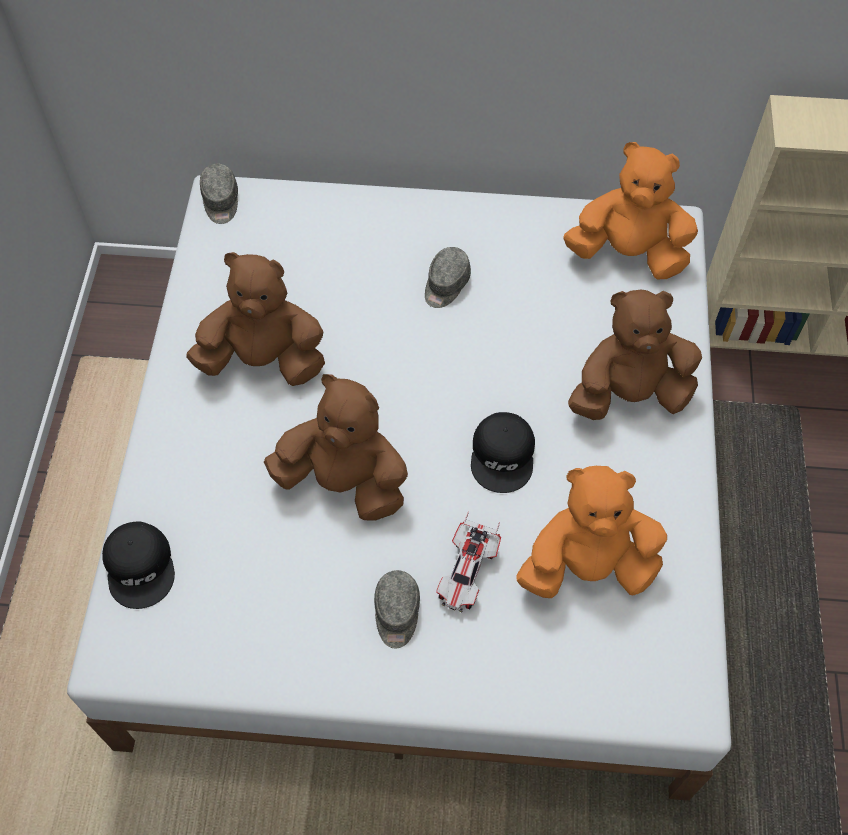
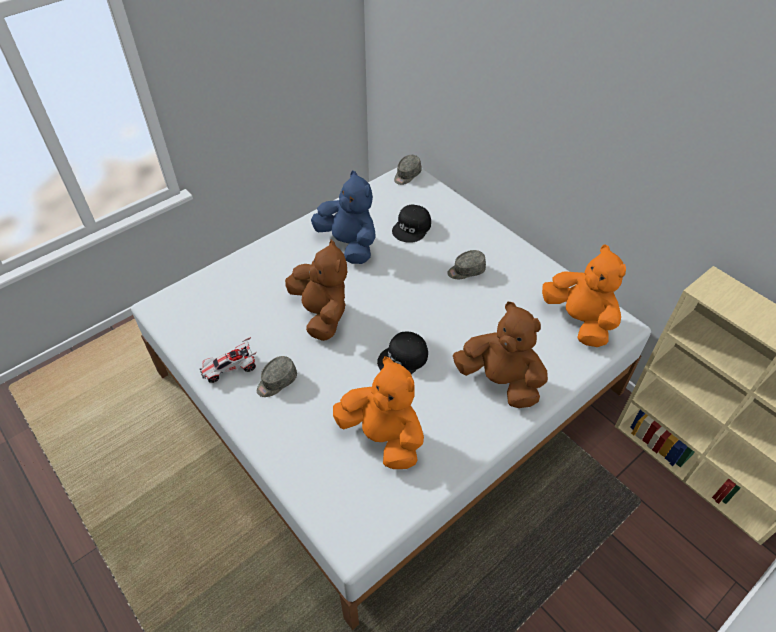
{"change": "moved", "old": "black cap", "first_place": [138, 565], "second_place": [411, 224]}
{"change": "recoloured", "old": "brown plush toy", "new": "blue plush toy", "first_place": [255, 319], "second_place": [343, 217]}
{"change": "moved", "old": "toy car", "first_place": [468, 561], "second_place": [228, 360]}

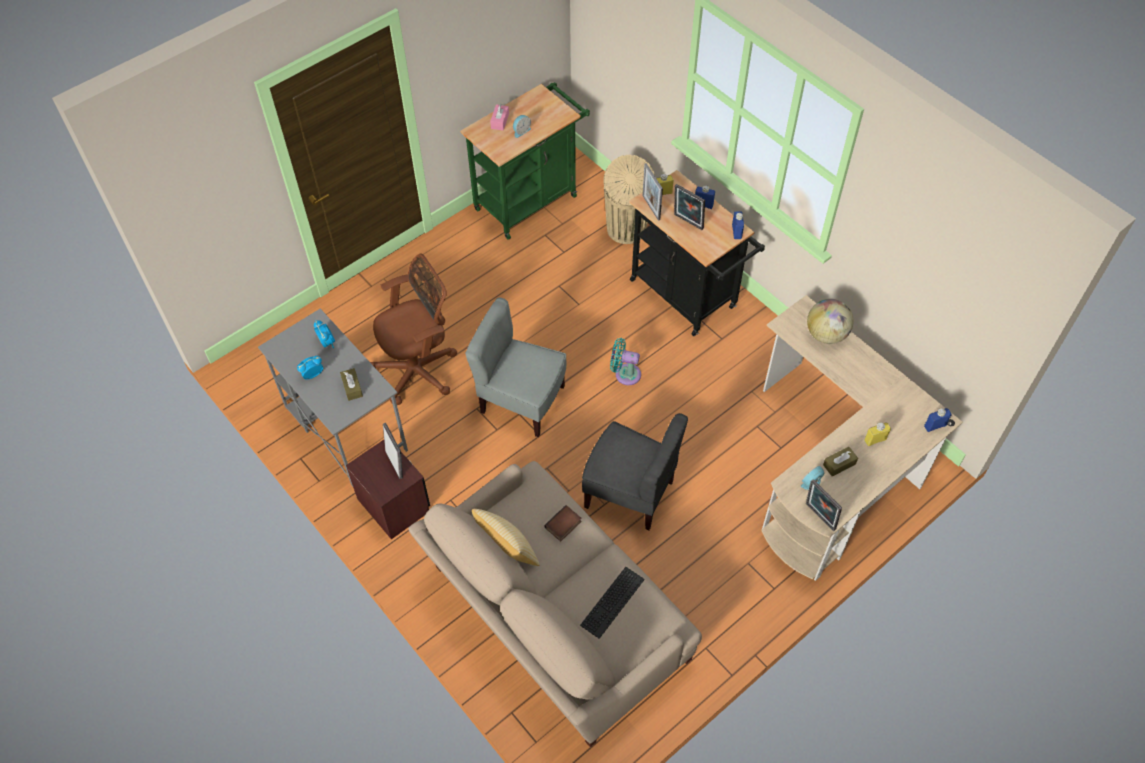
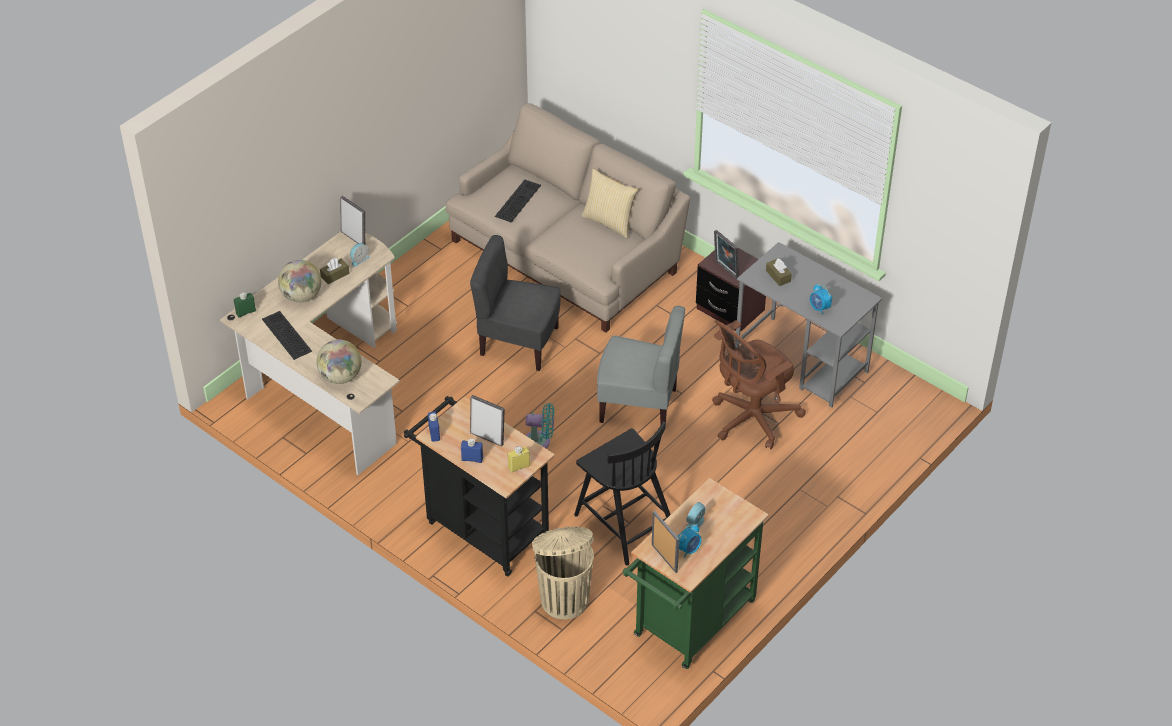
{"change": "moved", "old": "alarm clock", "first_place": [310, 367], "second_place": [689, 541]}
{"change": "removed", "old": "pink tissue box", "first_place": [499, 117]}
{"change": "removed", "old": "book", "first_place": [563, 523]}
{"change": "moved", "old": "picture frame", "first_place": [652, 192], "second_place": [665, 542]}
{"change": "replaced", "old": "yellow bottle", "new": "globe", "first_place": [877, 434], "second_place": [299, 281]}
{"change": "recoloured", "old": "blue bottle", "new": "green bottle", "first_place": [938, 420], "second_place": [245, 305]}
{"change": "added", "new": "keyboard", "second_place": [287, 335]}
{"change": "added", "new": "black chair", "second_place": [622, 494]}

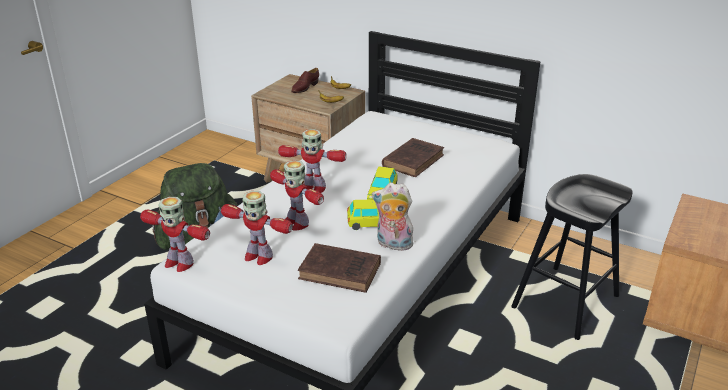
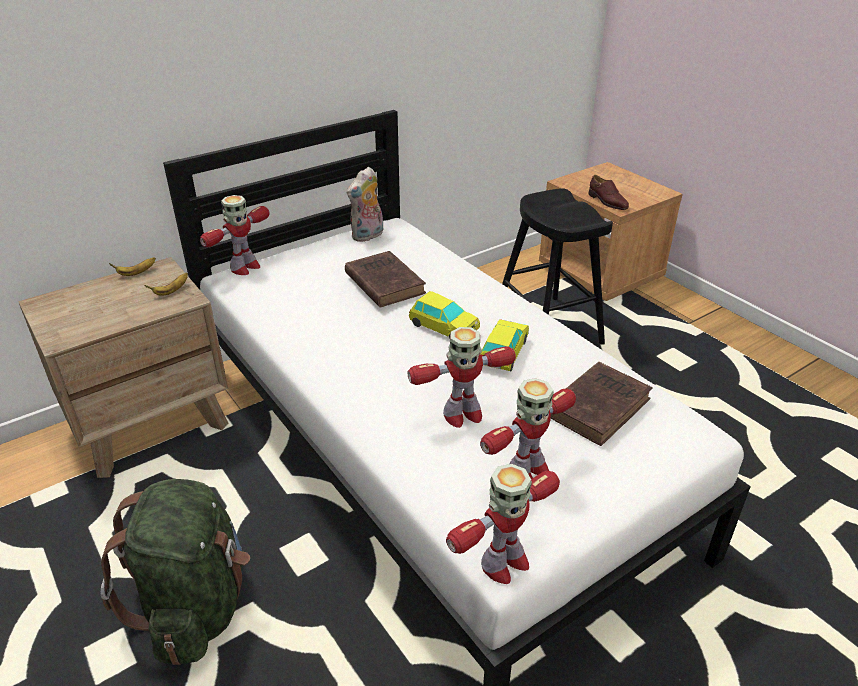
{"change": "moved", "old": "toy robot", "first_place": [312, 161], "second_place": [234, 235]}
{"change": "moved", "old": "brown shoe", "first_place": [305, 80], "second_place": [609, 192]}
{"change": "moved", "old": "plush toy", "first_place": [392, 217], "second_place": [365, 204]}

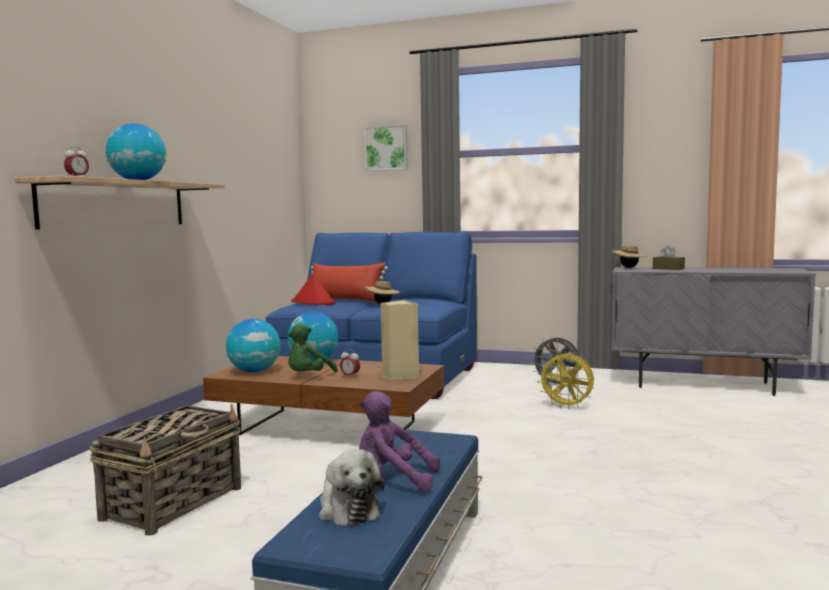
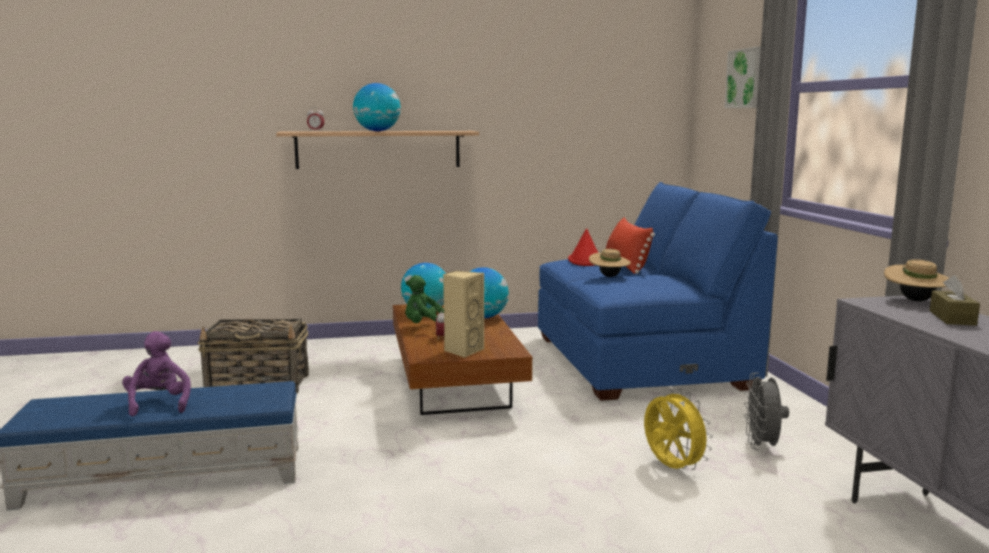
{"change": "removed", "old": "plush toy", "first_place": [352, 487]}
{"change": "turned", "old": "yellow fan", "first_place": [565, 380], "second_place": [678, 429], "degrees": 150}

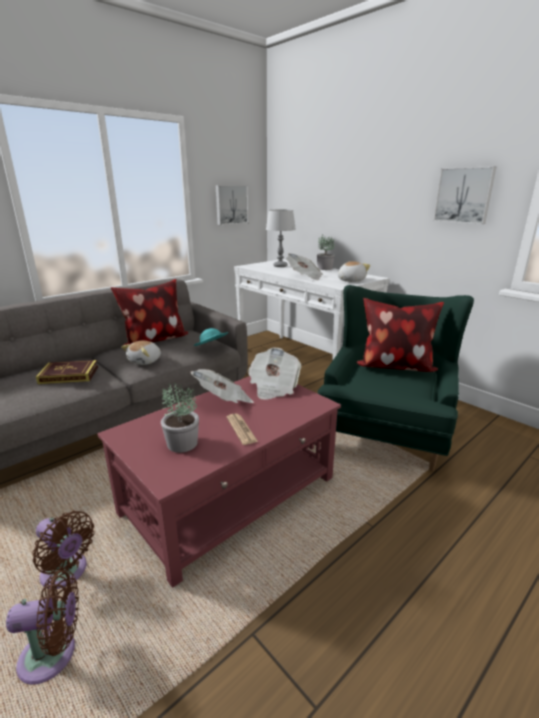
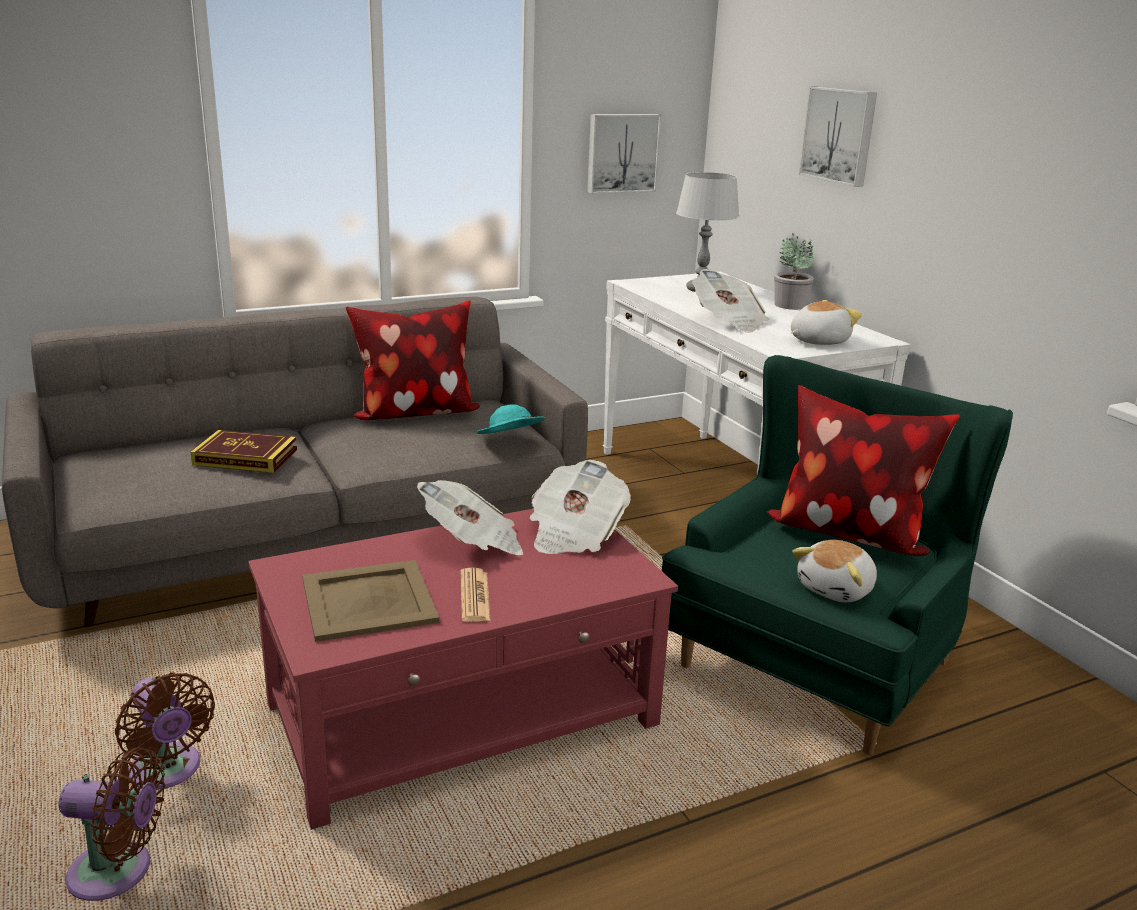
{"change": "moved", "old": "plush toy", "first_place": [141, 353], "second_place": [834, 571]}
{"change": "replaced", "old": "potted plant", "new": "beige tray", "first_place": [180, 418], "second_place": [370, 601]}
{"change": "moved", "old": "picture", "first_place": [464, 195], "second_place": [838, 137]}

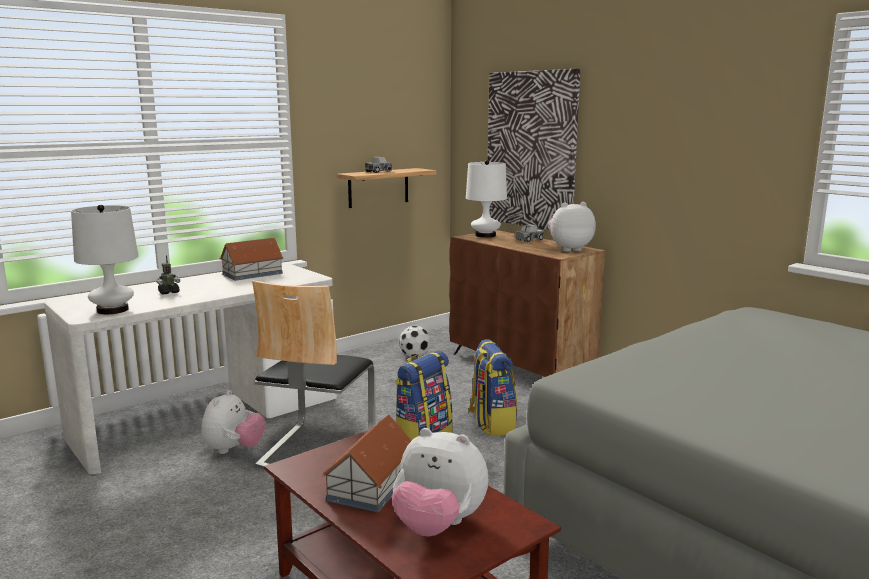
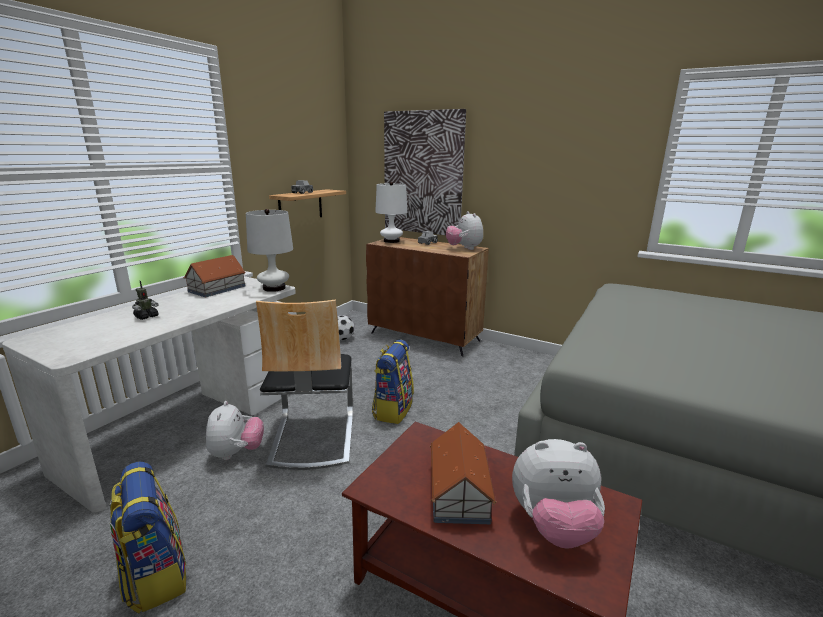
{"change": "moved", "old": "white table lamp", "first_place": [104, 259], "second_place": [269, 250]}
{"change": "moved", "old": "backpack", "first_place": [493, 387], "second_place": [148, 537]}
{"change": "turned", "old": "plush toy", "first_place": [572, 227], "second_place": [464, 230], "degrees": -75}

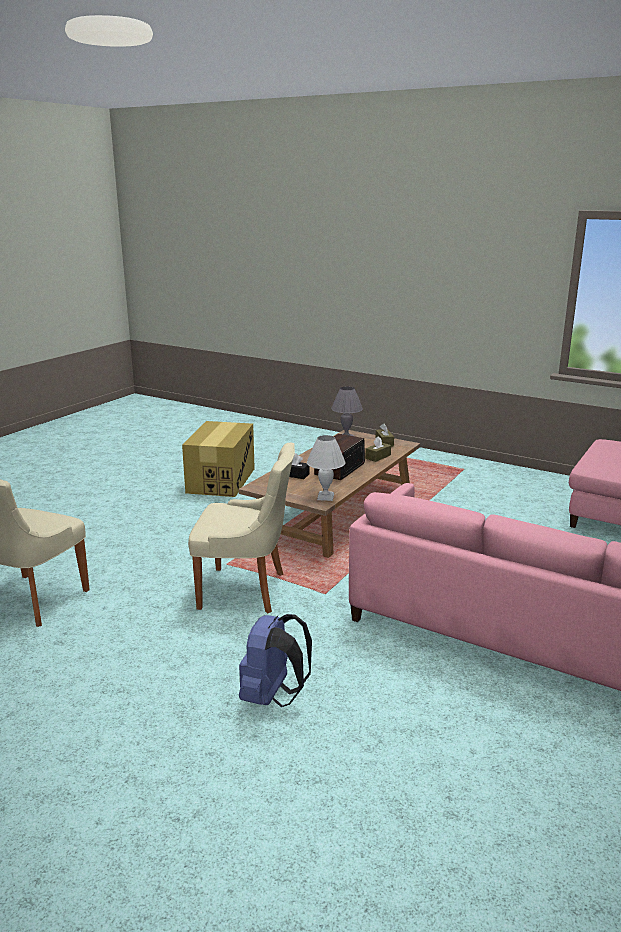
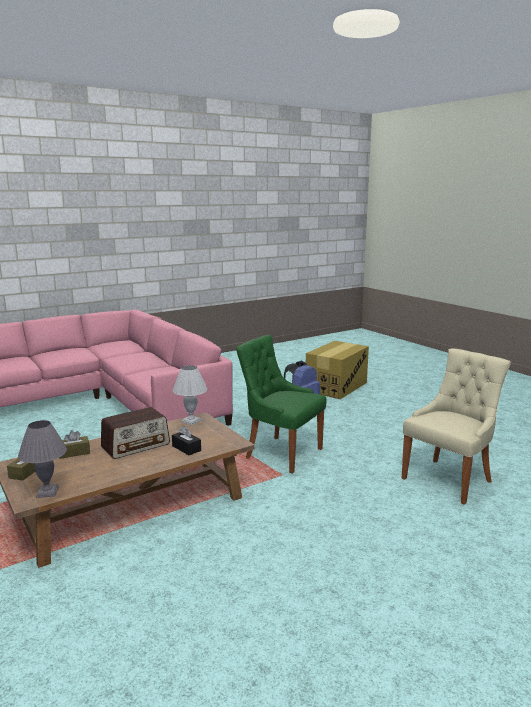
{"change": "moved", "old": "cardboard box", "first_place": [218, 459], "second_place": [337, 370]}
{"change": "recoloured", "old": "beige chair", "new": "green chair", "first_place": [241, 528], "second_place": [281, 404]}

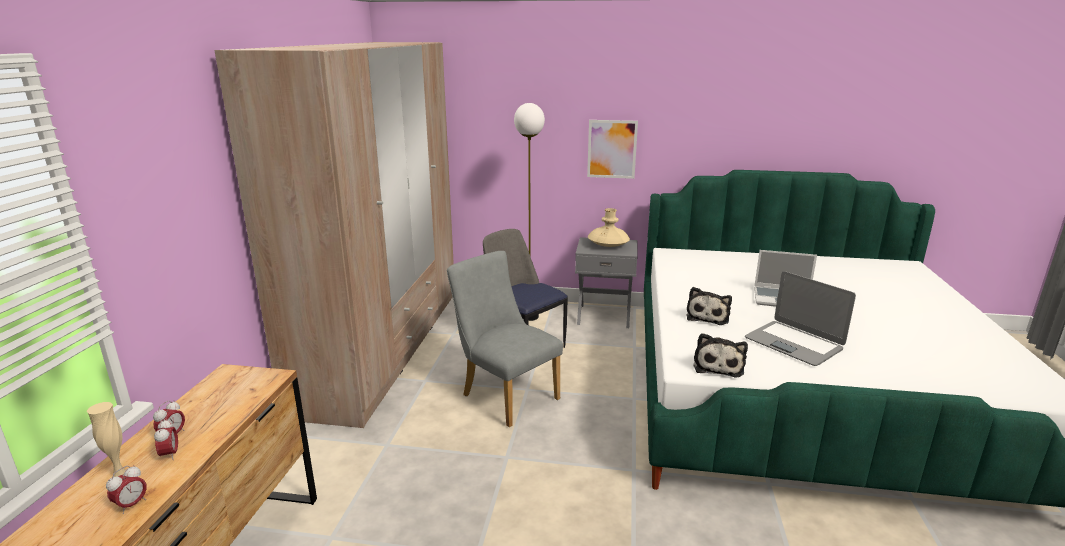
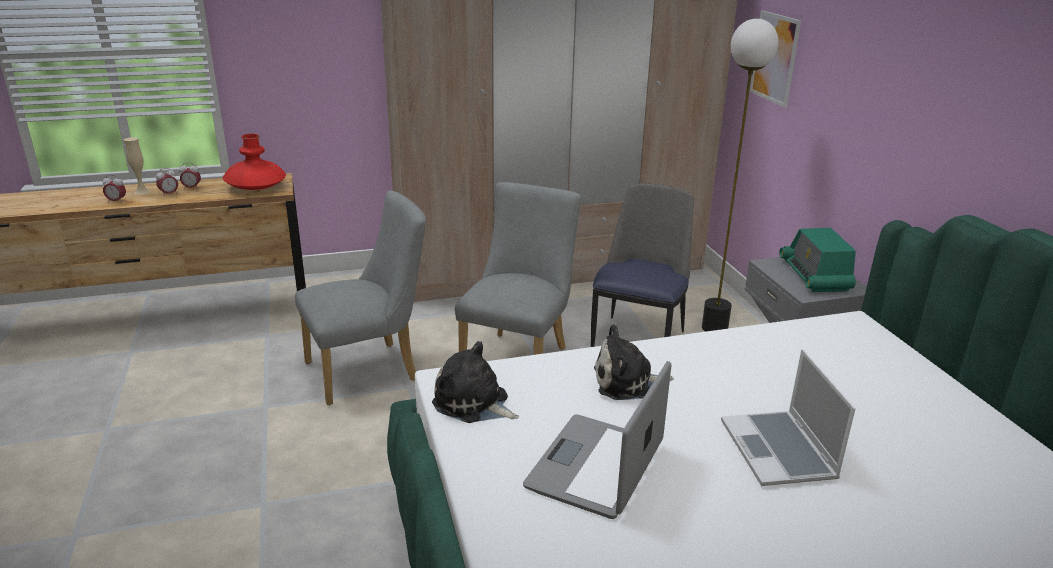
{"change": "moved", "old": "picture", "first_place": [612, 149], "second_place": [775, 59]}
{"change": "replaced", "old": "beige vase", "new": "radio", "first_place": [609, 227], "second_place": [817, 260]}
{"change": "turned", "old": "plush toy", "first_place": [720, 355], "second_place": [475, 382], "degrees": 45}
{"change": "added", "new": "red vase", "second_place": [254, 162]}
{"change": "added", "new": "grey chair", "second_place": [360, 297]}

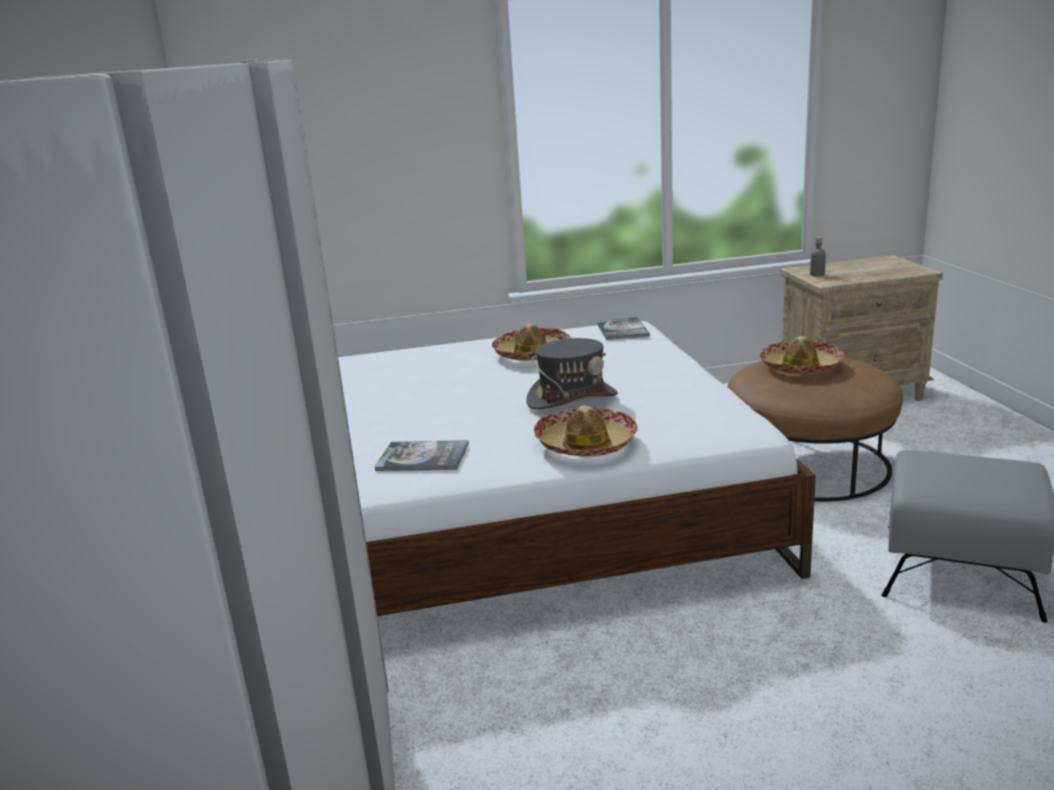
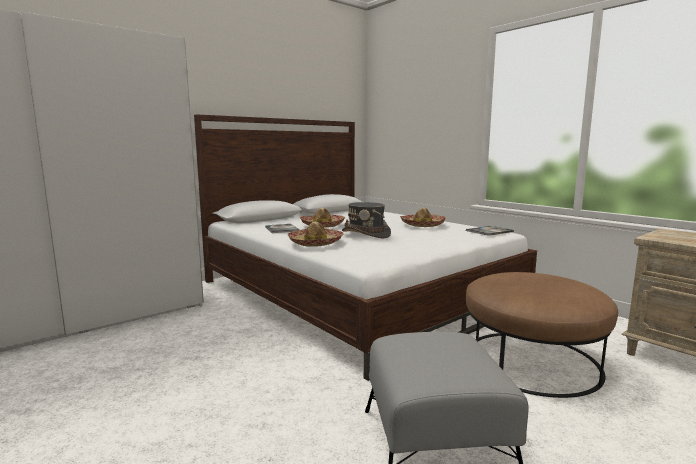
{"change": "moved", "old": "hat", "first_place": [802, 355], "second_place": [322, 218]}
{"change": "removed", "old": "grey bottle", "first_place": [818, 256]}

